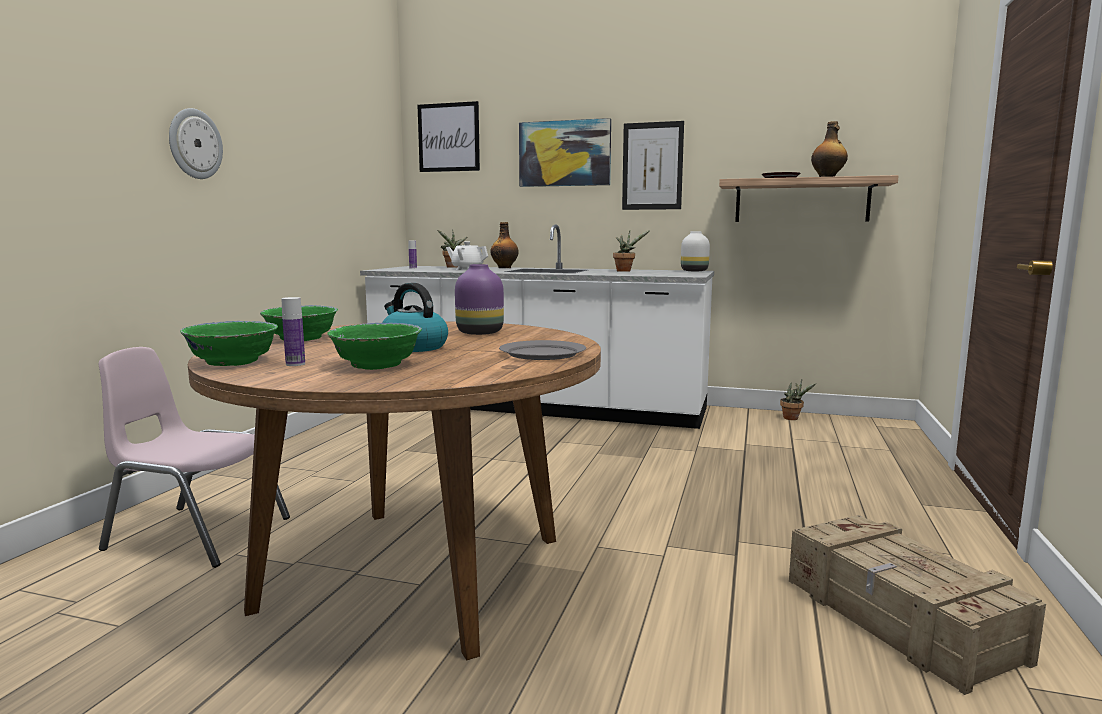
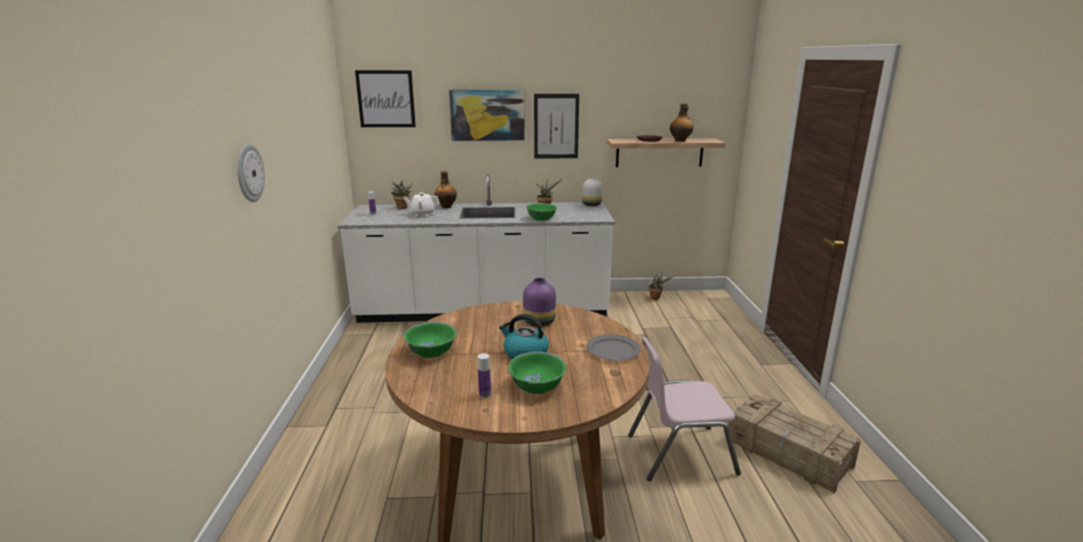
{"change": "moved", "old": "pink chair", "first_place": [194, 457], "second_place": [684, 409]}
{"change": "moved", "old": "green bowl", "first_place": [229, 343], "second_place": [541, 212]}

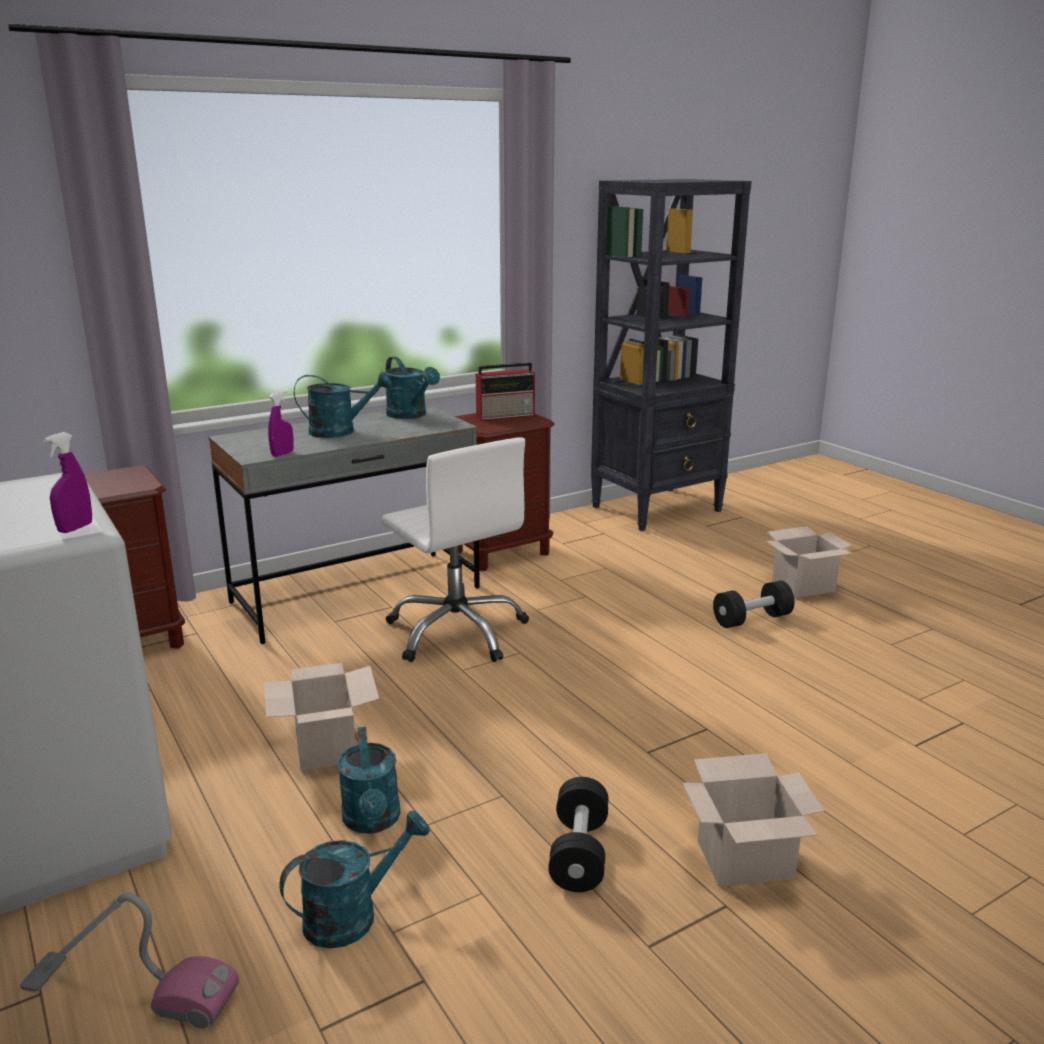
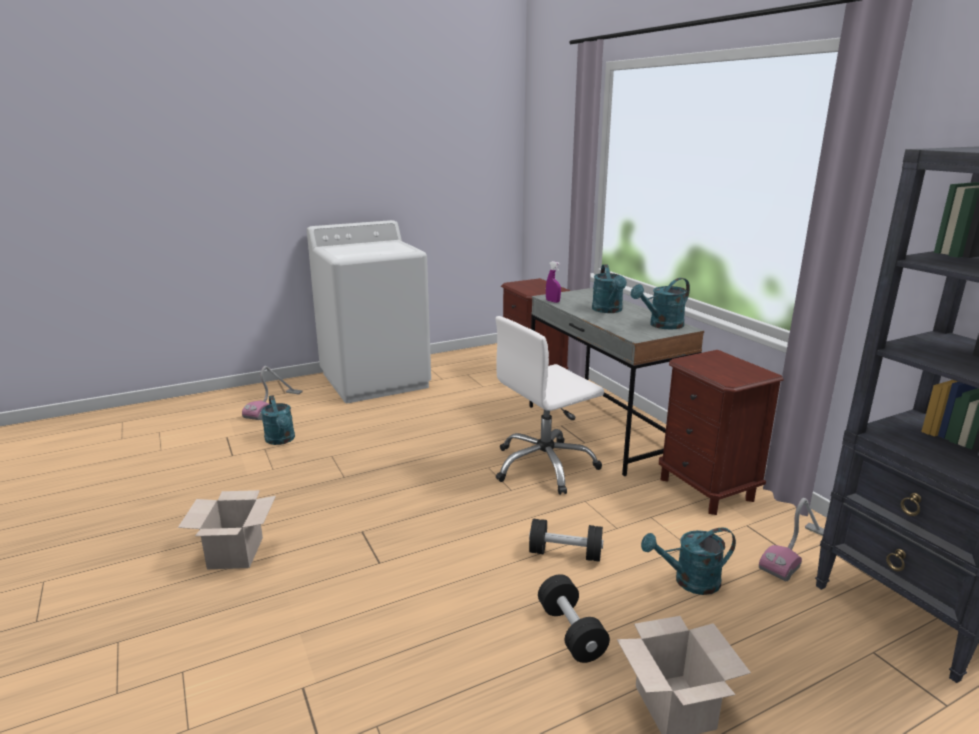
{"change": "removed", "old": "purple spray bottle", "first_place": [67, 482]}
{"change": "removed", "old": "cardboard box", "first_place": [321, 717]}
{"change": "moved", "old": "turquoise watering can", "first_place": [369, 780], "second_place": [688, 561]}
{"change": "removed", "old": "radio", "first_place": [505, 391]}
{"change": "moved", "old": "black dumbbell", "first_place": [578, 834], "second_place": [566, 540]}
{"change": "added", "new": "vacuum cleaner", "second_place": [791, 539]}

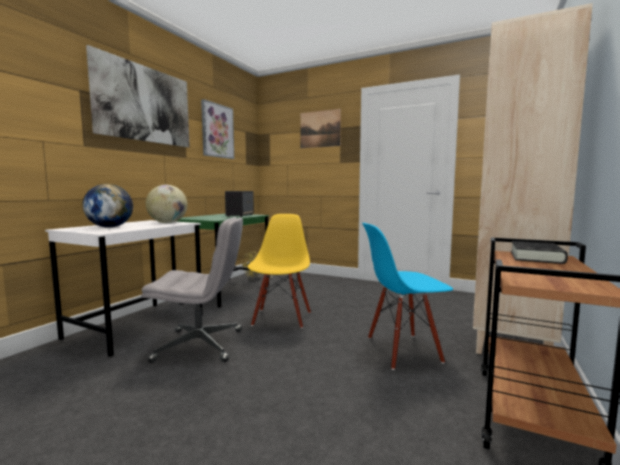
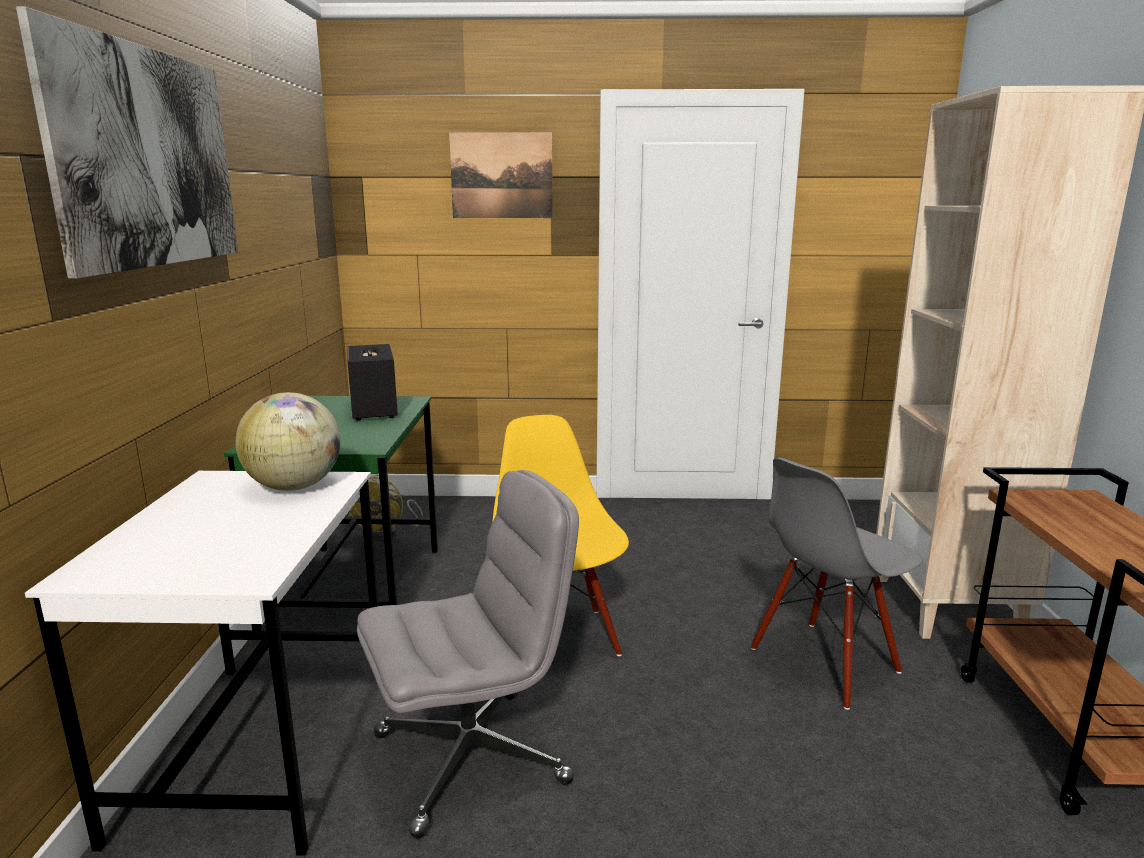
{"change": "removed", "old": "globe", "first_place": [107, 206]}
{"change": "removed", "old": "picture", "first_place": [217, 129]}
{"change": "recoloured", "old": "blue chair", "new": "grey chair", "first_place": [407, 296], "second_place": [837, 584]}
{"change": "removed", "old": "black book", "first_place": [539, 252]}

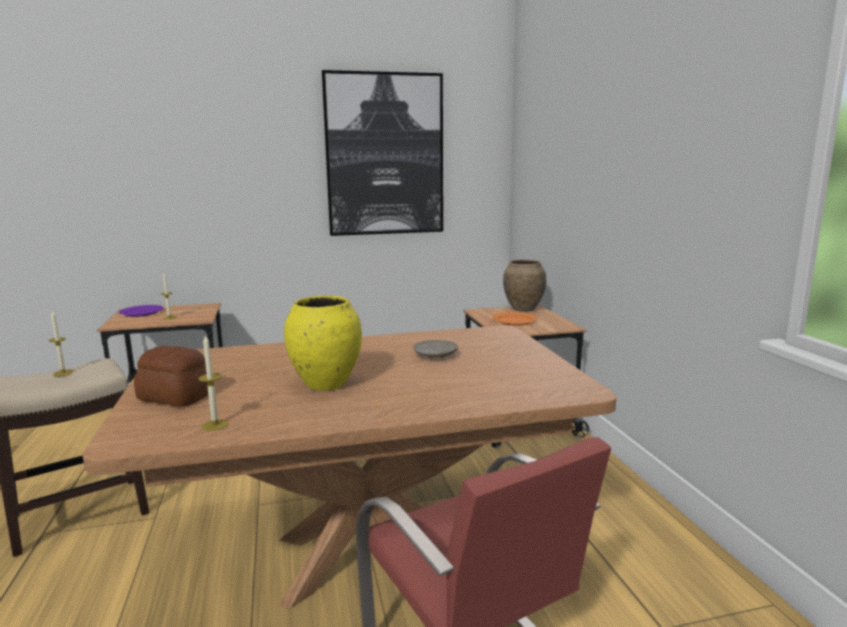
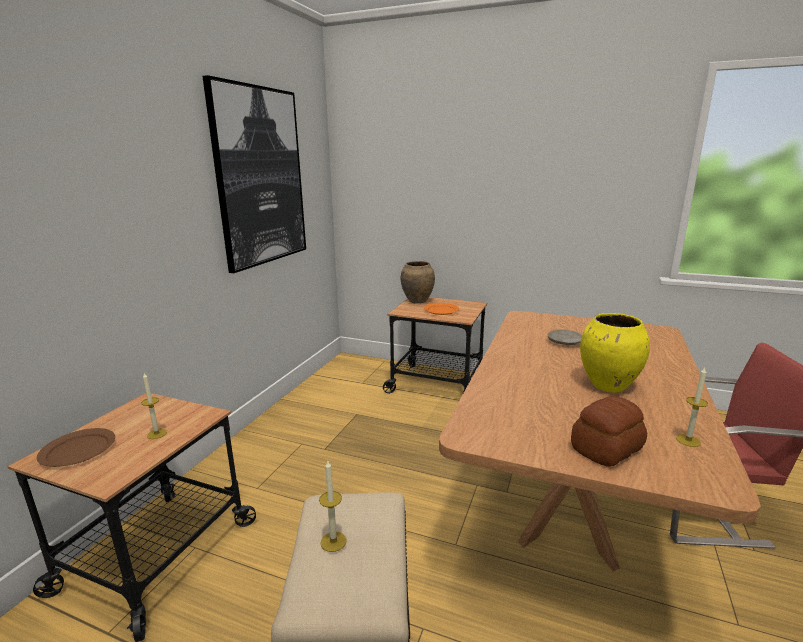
{"change": "recoloured", "old": "purple plate", "new": "brown plate", "first_place": [141, 311], "second_place": [76, 447]}

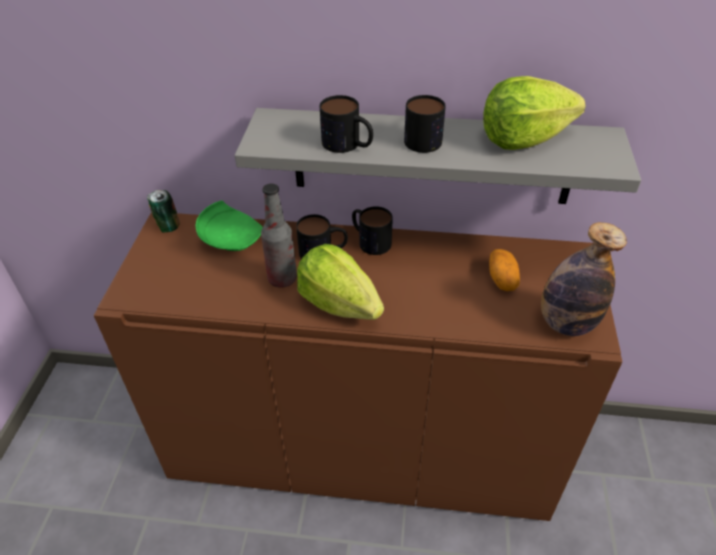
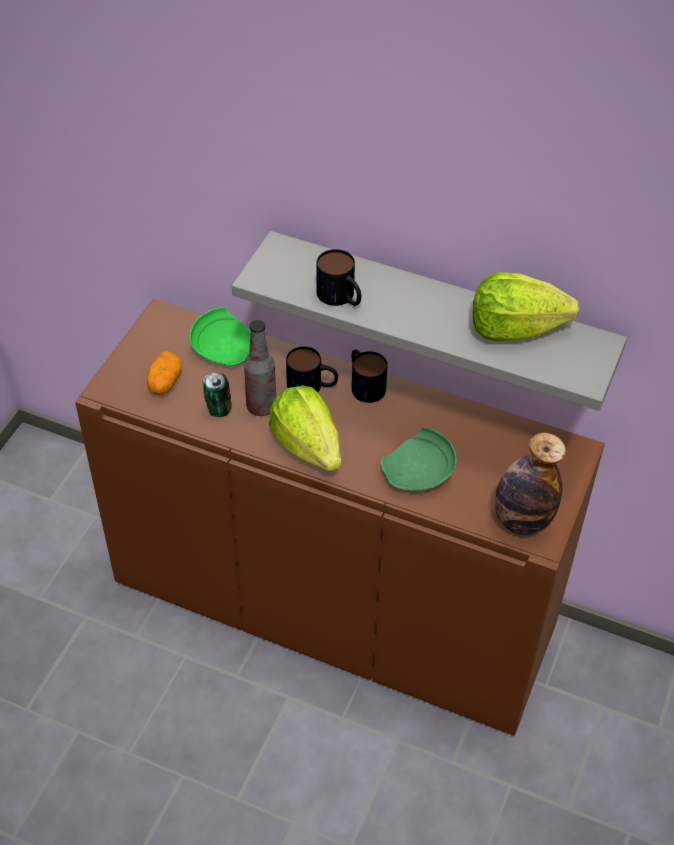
{"change": "moved", "old": "can", "first_place": [163, 211], "second_place": [217, 394]}
{"change": "removed", "old": "mug", "first_place": [425, 124]}
{"change": "moved", "old": "potato", "first_place": [504, 270], "second_place": [164, 373]}
{"change": "added", "new": "green plate", "second_place": [418, 459]}

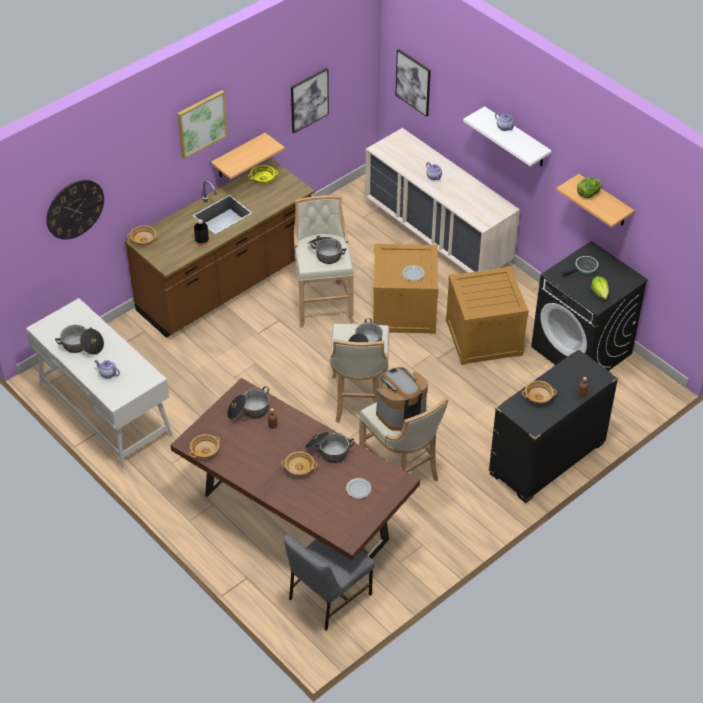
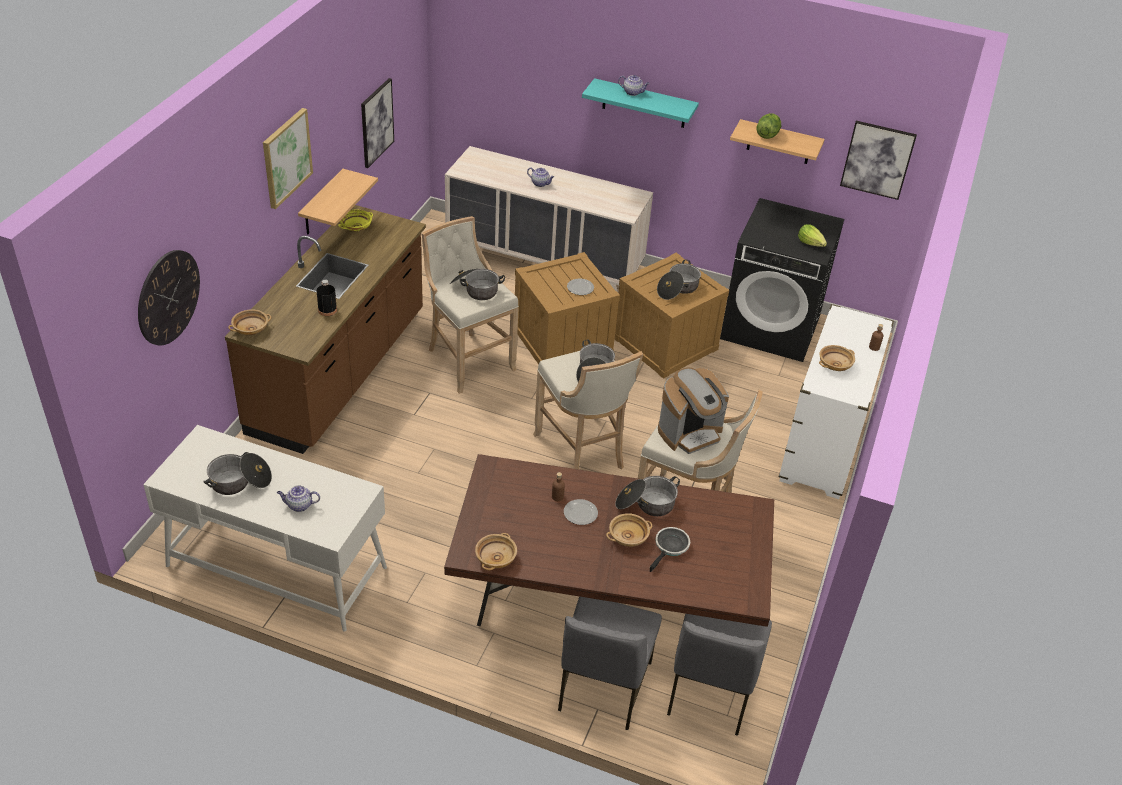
{"change": "moved", "old": "cooking pot", "first_place": [248, 402], "second_place": [679, 280]}
{"change": "moved", "old": "plate", "first_place": [359, 488], "second_place": [581, 512]}
{"change": "turned", "old": "coffee machine", "first_place": [402, 399], "second_place": [693, 411], "degrees": -150}
{"change": "moved", "old": "picture", "first_place": [413, 83], "second_place": [878, 160]}
{"change": "recoloured", "old": "white shelf", "new": "turquoise shelf", "first_place": [507, 136], "second_place": [640, 103]}
{"change": "recoloured", "old": "black dresser", "new": "white dresser", "first_place": [553, 425], "second_place": [836, 401]}
{"change": "moved", "old": "frying pan", "first_place": [580, 266], "second_place": [670, 549]}
{"change": "added", "new": "grey chair", "second_place": [610, 663]}

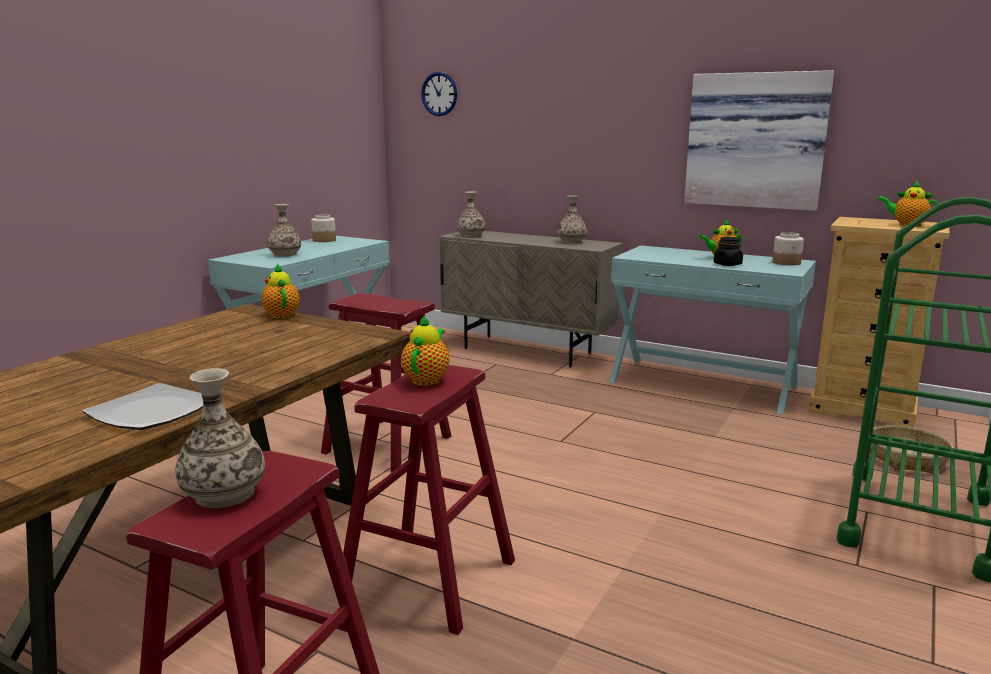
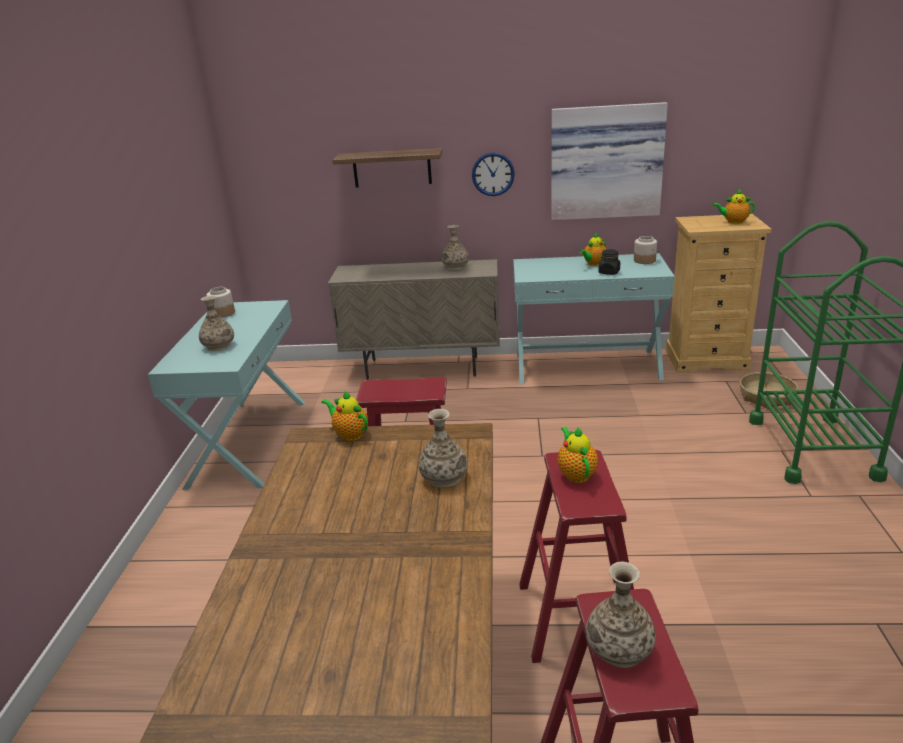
{"change": "removed", "old": "plate", "first_place": [142, 406]}
{"change": "moved", "old": "wall clock", "first_place": [439, 94], "second_place": [493, 174]}
{"change": "moved", "old": "vase", "first_place": [471, 214], "second_place": [443, 448]}
{"change": "added", "new": "shelf", "second_place": [387, 168]}

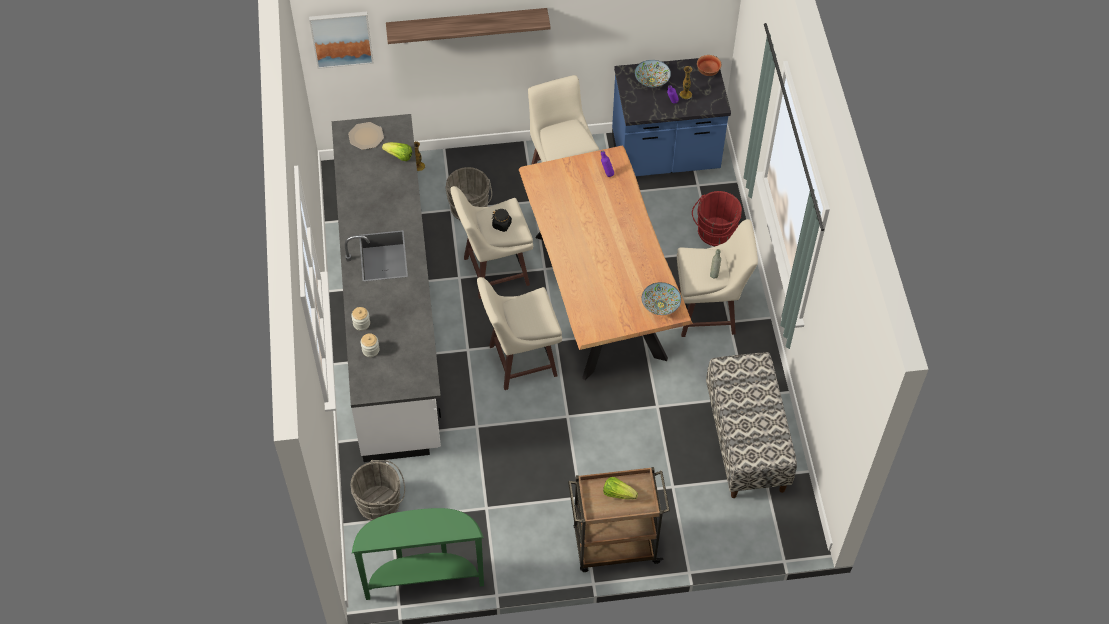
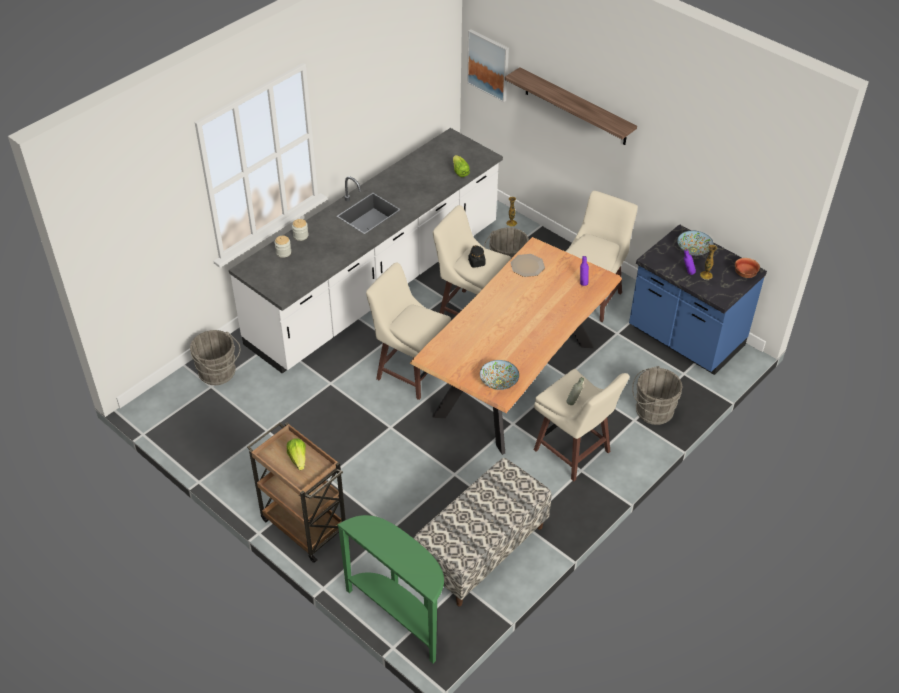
{"change": "moved", "old": "plate", "first_place": [366, 136], "second_place": [528, 265]}
{"change": "moved", "old": "green console table", "first_place": [418, 554], "second_place": [390, 589]}
{"change": "recoloured", "old": "red bucket", "new": "grey bucket", "first_place": [717, 218], "second_place": [657, 395]}

